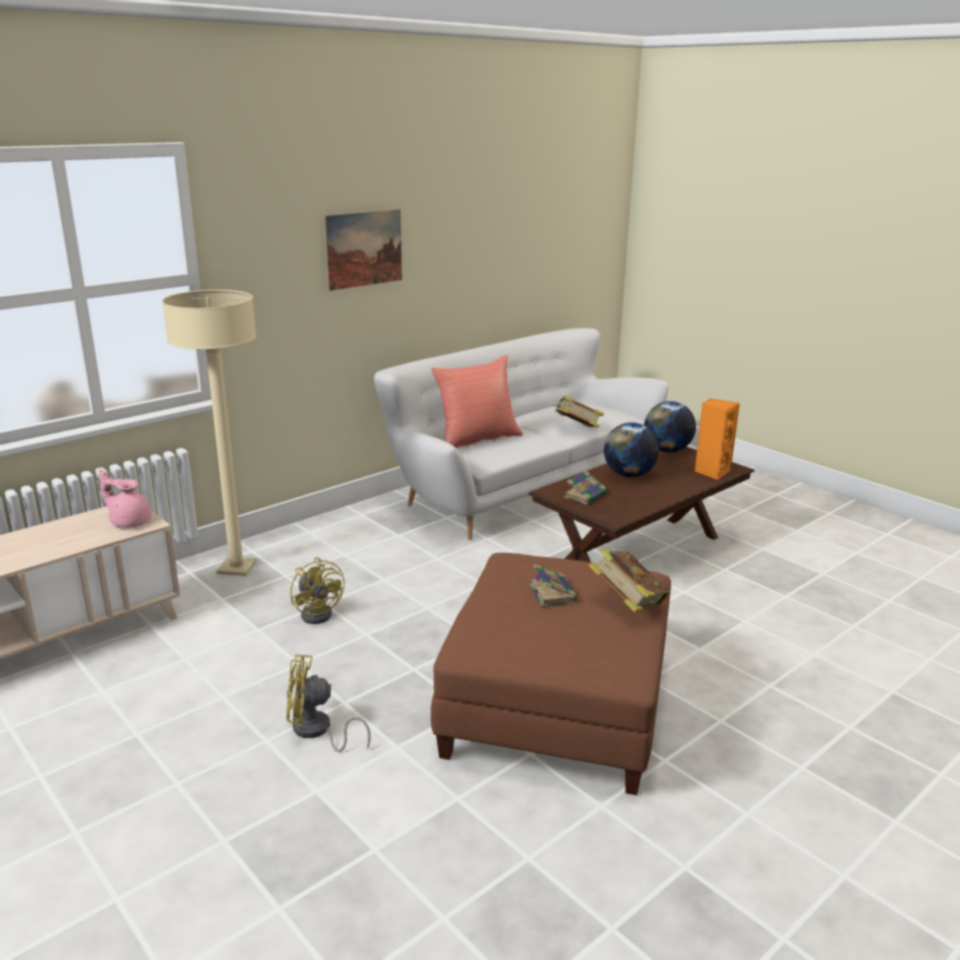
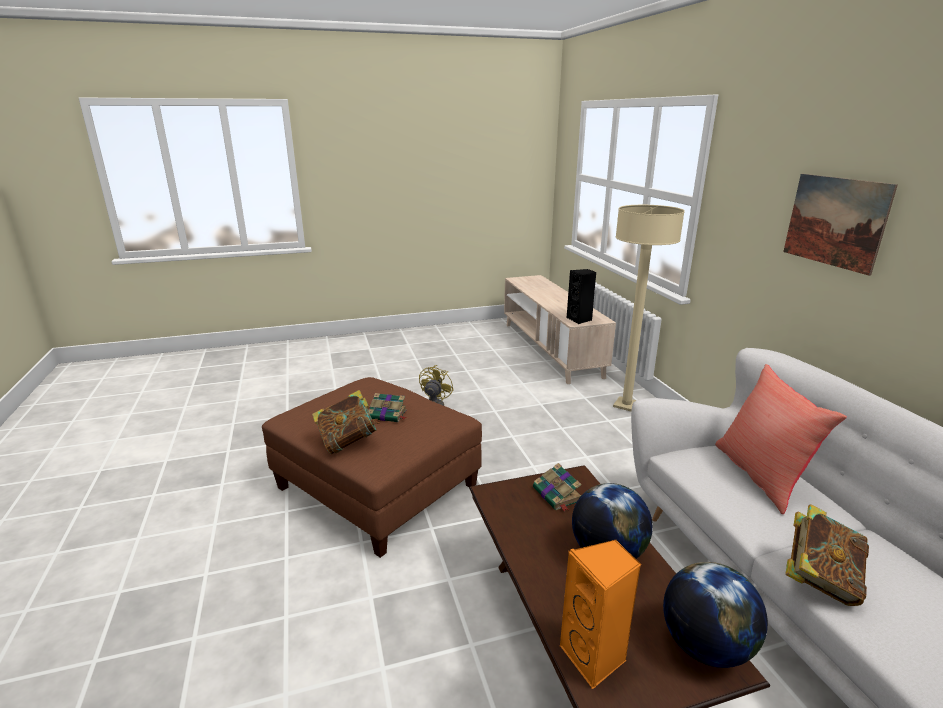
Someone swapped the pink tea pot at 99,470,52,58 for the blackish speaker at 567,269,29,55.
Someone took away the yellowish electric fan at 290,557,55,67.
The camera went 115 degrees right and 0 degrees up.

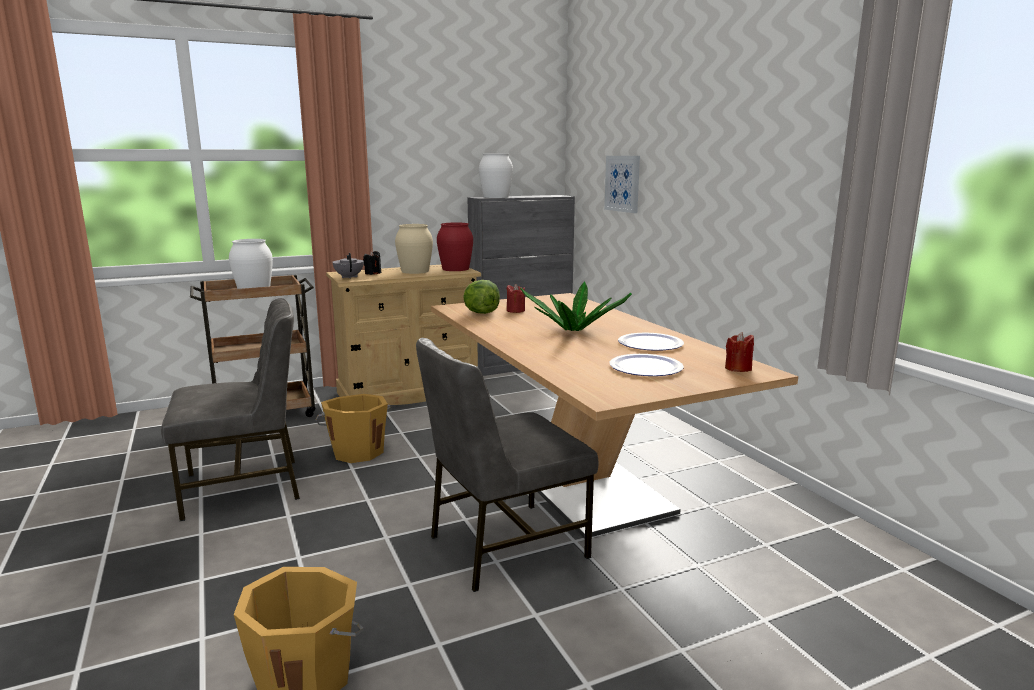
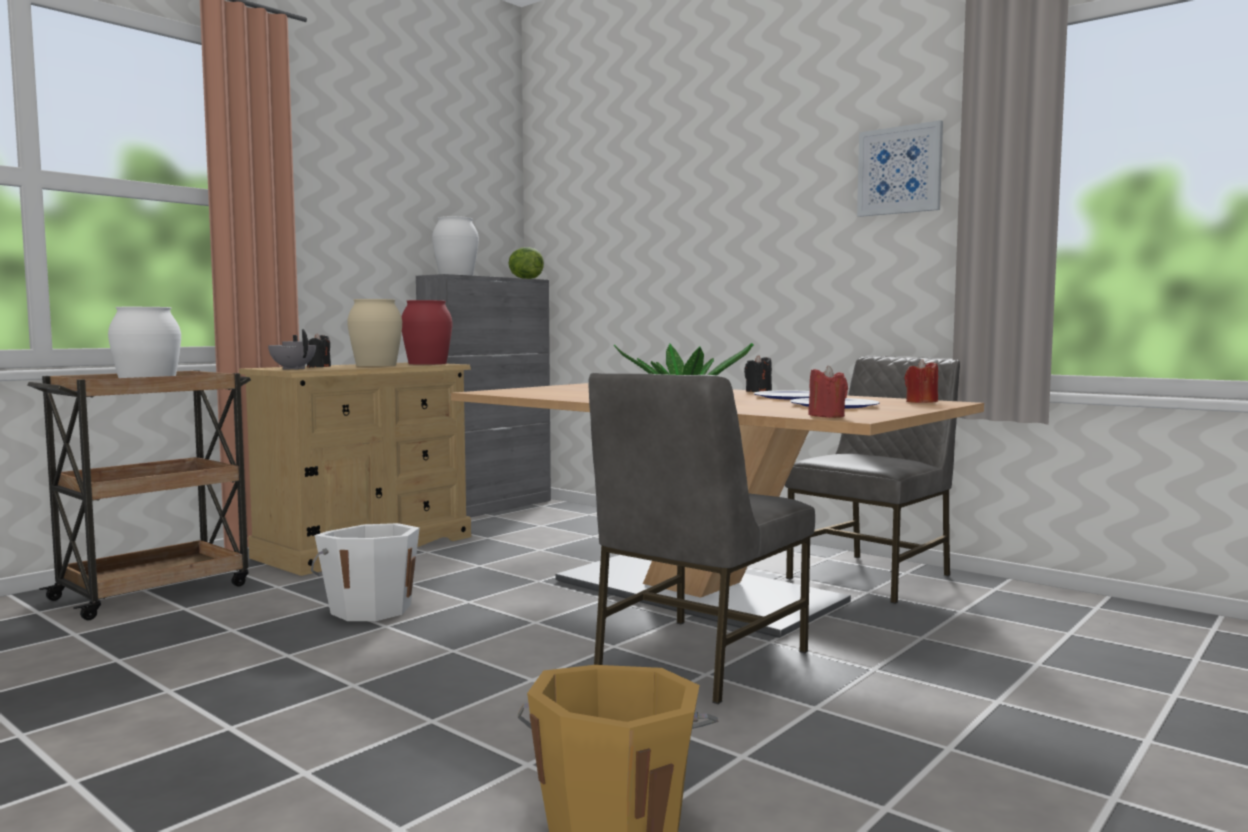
Someone repainted the orangey water bucket at 315,394,77,69, which became the whitish water bucket at 311,523,109,98.
Someone carried the head of lettuce from 463,280,37,34 to 508,247,36,32.
Someone put down the blackish candle at 744,355,28,37.
Someone carried the greyish chair from 161,298,139,223 to 785,356,175,248.
Someone carried the red-coloured candle from 506,284,19,29 to 808,365,40,53.
Someone carried the wall art from 604,156,36,57 to 857,120,86,97.
The camera went 25 degrees left and 10 degrees down.

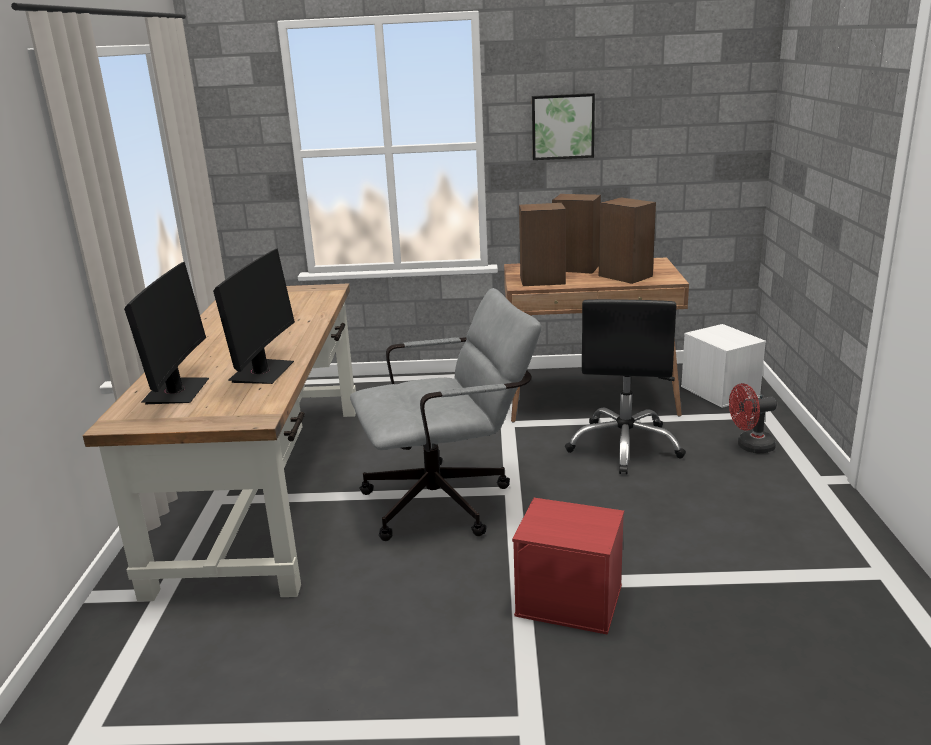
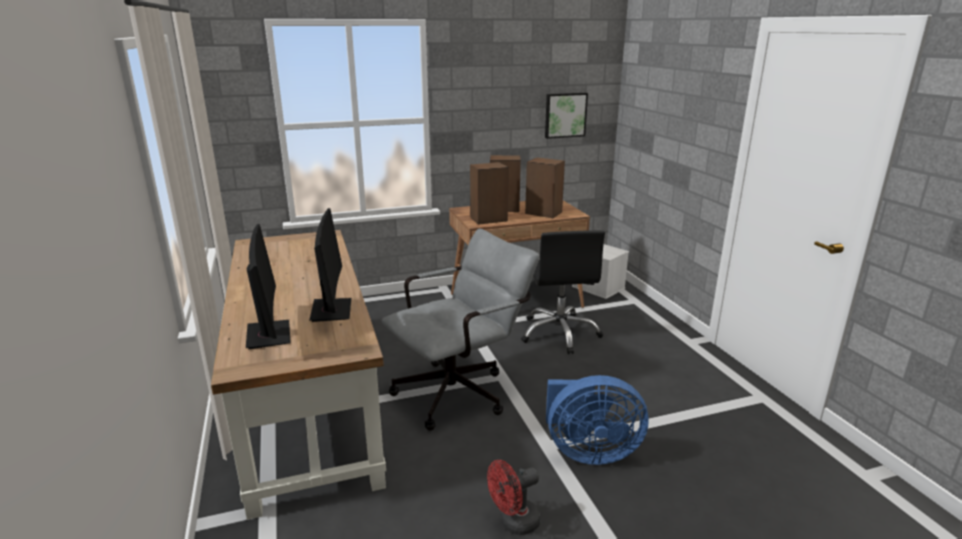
Someone carried the red-coloured electric fan from 729,383,48,70 to 487,460,54,75.
Someone carried the wall art from 532,93,63,67 to 545,93,43,46.
Someone swapped the red-coloured storage box at 512,498,112,137 for the blue electric fan at 546,375,103,90.
The camera went 20 degrees left and 0 degrees up.

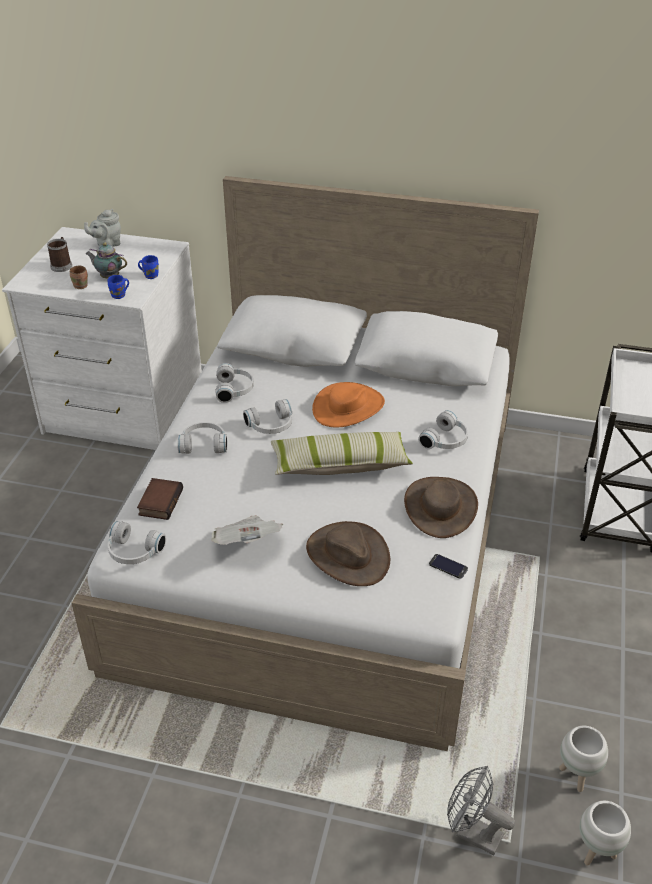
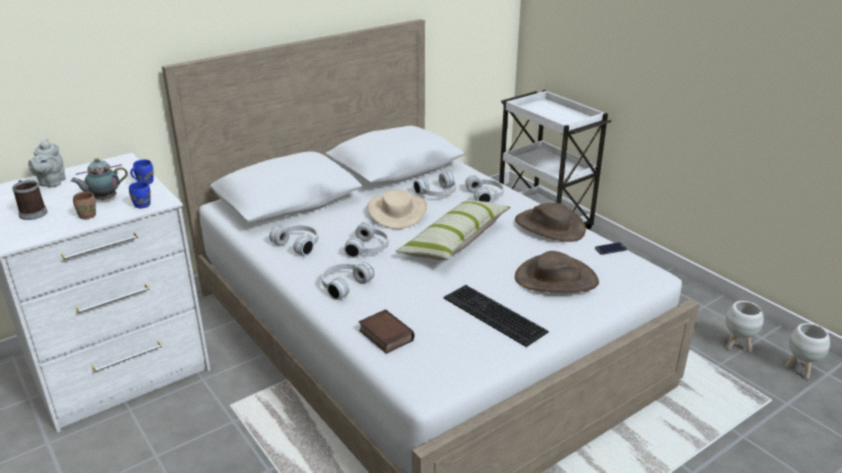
Someone repainted the orangey wearable hat at 312,382,73,46, which became the sand-coloured wearable hat at 367,190,60,39.
Someone carried the whitish pair of headphones from 108,521,58,43 to 413,172,43,24.
Someone swapped the daily paper at 211,515,73,30 for the keyboard at 443,285,106,62.
Someone took away the greyish electric fan at 447,766,68,89.
The camera went 50 degrees left and 10 degrees down.

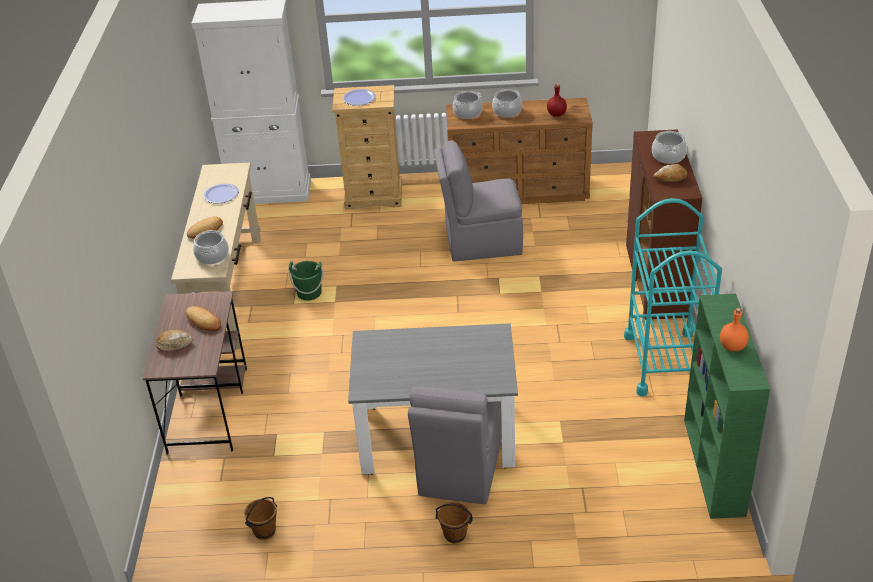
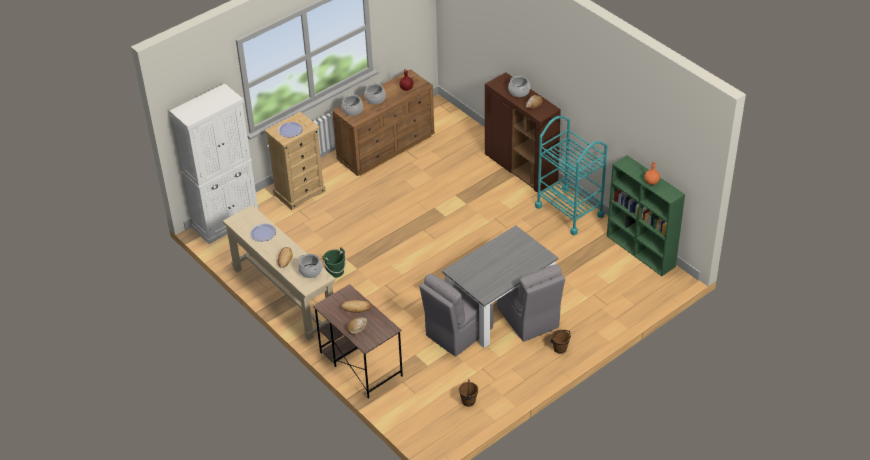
Someone carried the greyish chair from 434,140,89,122 to 419,274,75,83.
The camera went 40 degrees left and 5 degrees up.

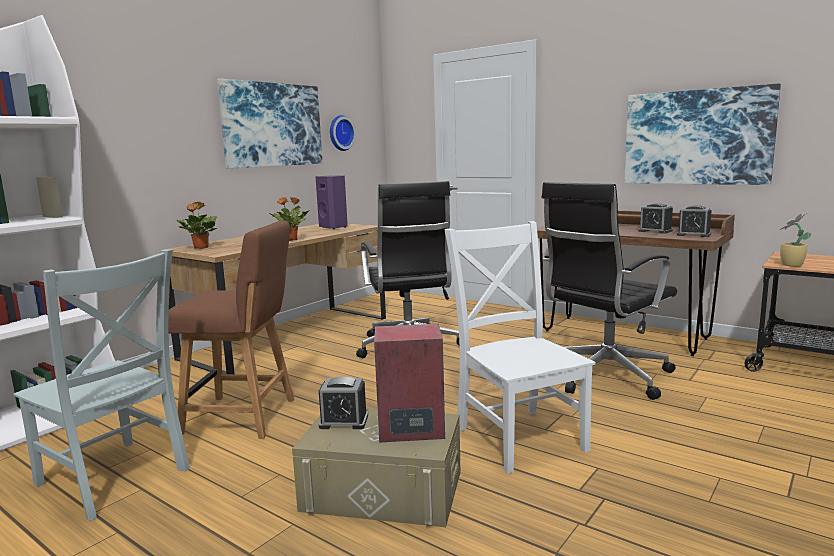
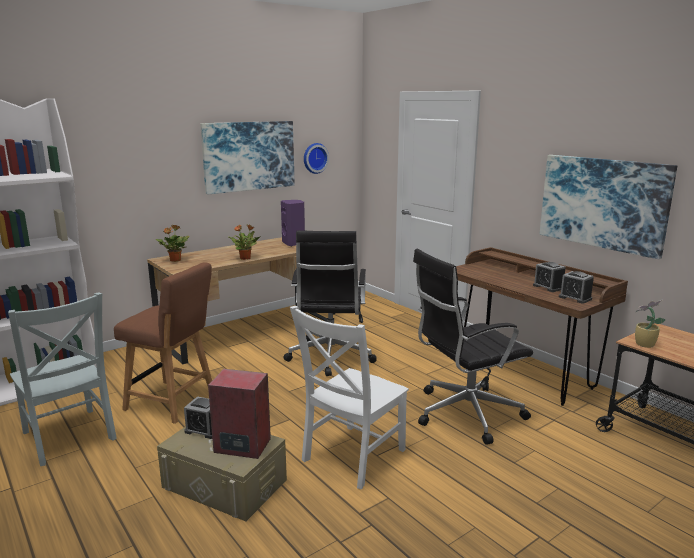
Someone rotated the whitish chair at 445,221,151,253 by 135 degrees counterclockwise.
The camera went 15 degrees right and 5 degrees up.

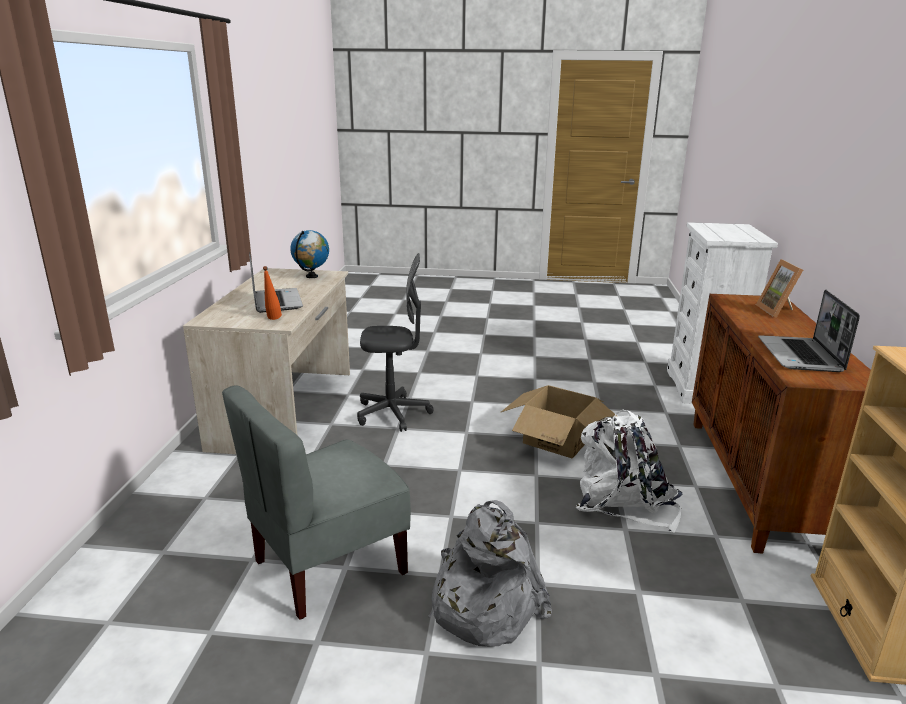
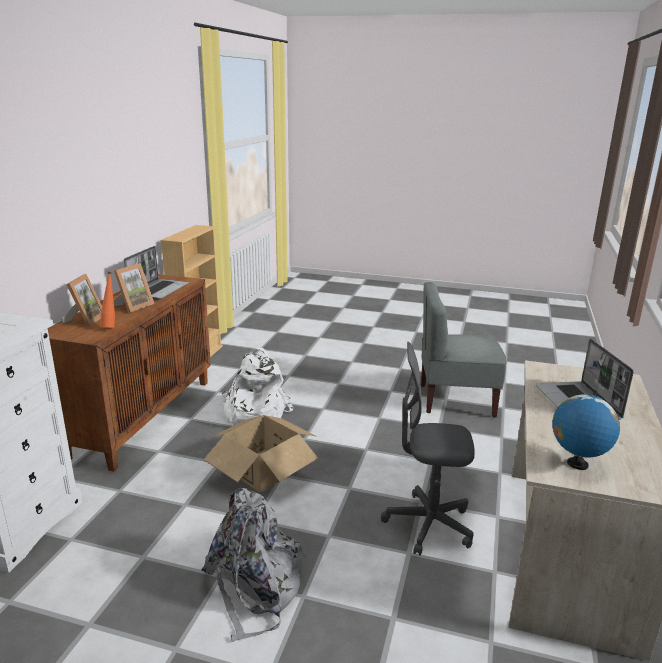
Someone carried the orangey drink bottle from 263,266,19,54 to 100,272,15,56.
Someone put down the photo frame at 114,263,40,50.
Someone carried the greyish rucksack from 428,500,124,147 to 201,488,107,154.
Someone rotated the greyish chair at 222,385,189,235 by 150 degrees counterclockwise.
The camera went 170 degrees left and 0 degrees up.

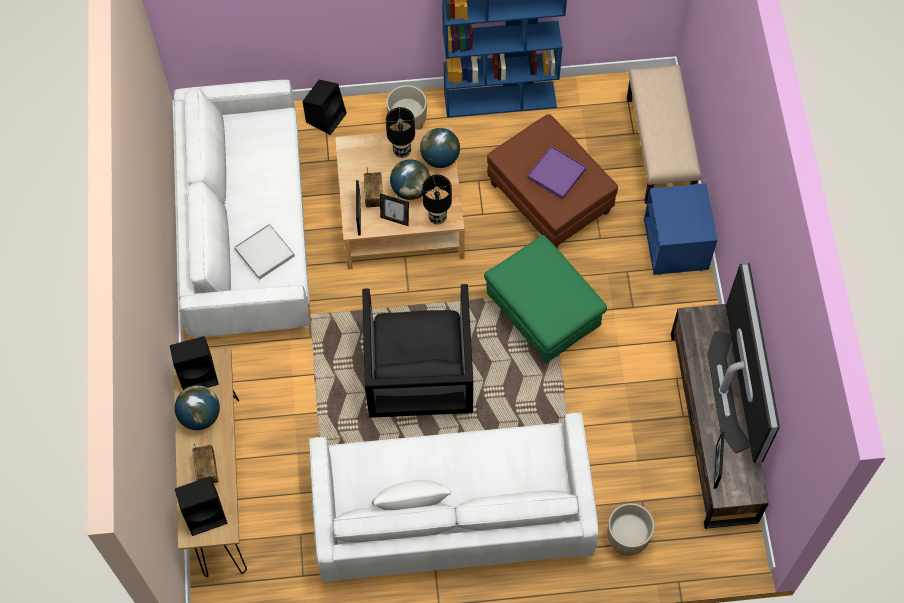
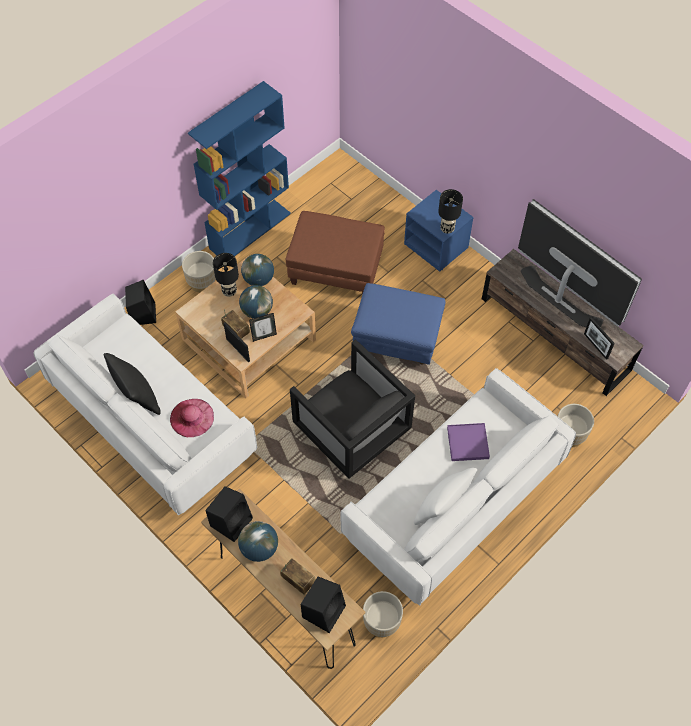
Someone put down the blackish throw pillow at 103,353,58,62.
Someone swapped the whitish serving tray at 234,223,61,57 for the pink wearable hat at 170,399,44,38.
Someone repainted the green footrest at 484,235,123,128, which became the blue footrest at 351,283,95,82.
Someone put down the sand-coloured flower pot at 363,591,40,46.
Someone carried the blackish tabletop lamp from 422,175,30,50 to 438,189,25,45.
Someone carried the purplish serving tray from 528,146,58,54 to 447,423,43,38.
Someone took away the sand-coloured long seat at 627,65,74,139.
The camera went 40 degrees left and 5 degrees down.

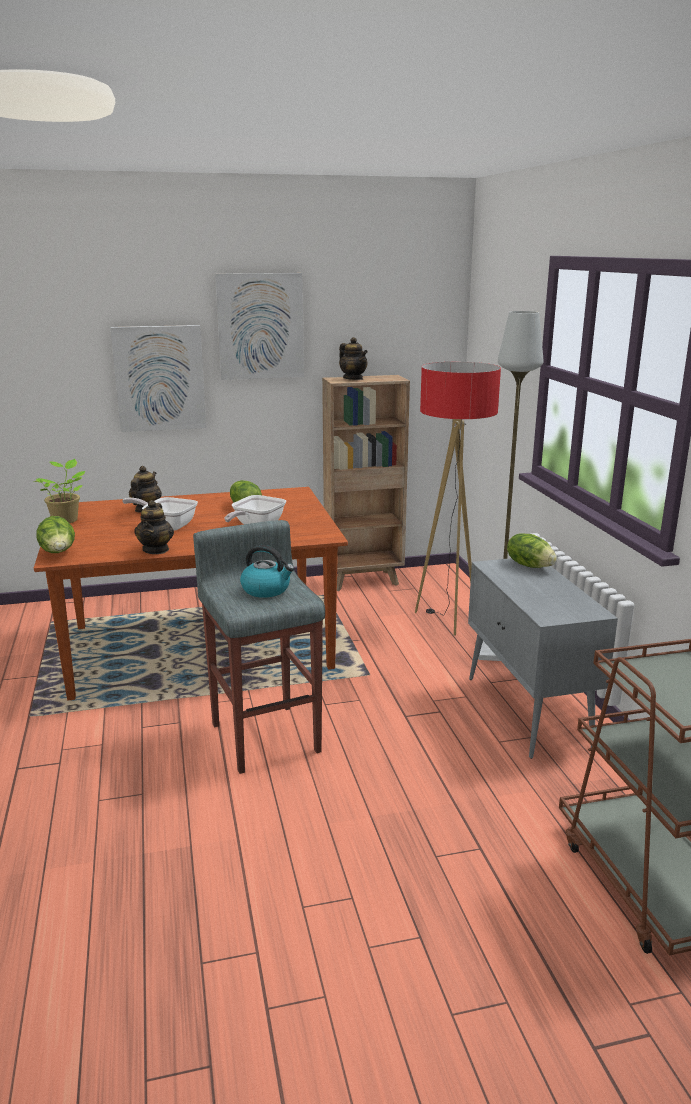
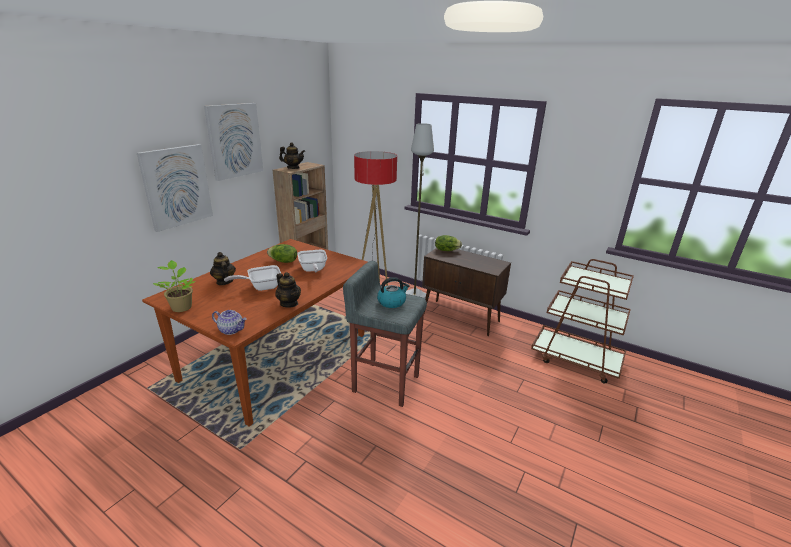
Someone swapped the head of lettuce at 37,516,38,37 for the tea pot at 212,310,35,25.
Someone repainted the greyish storage cabinet at 468,558,150,201, which became the brownish storage cabinet at 422,248,89,88.
The camera went 45 degrees left and 5 degrees up.

